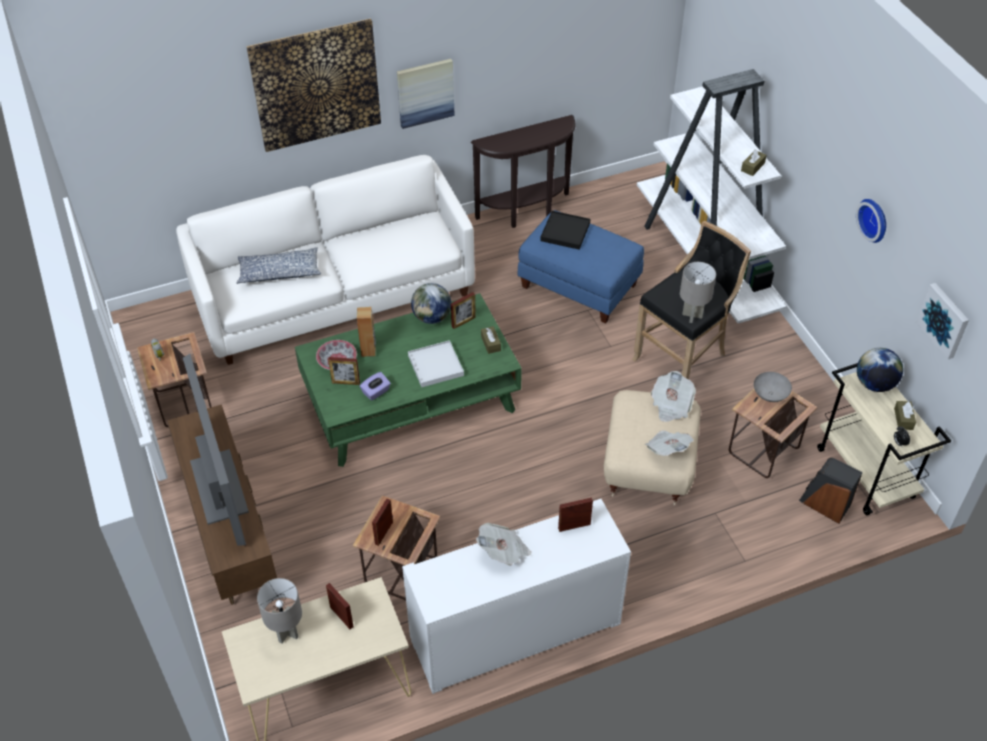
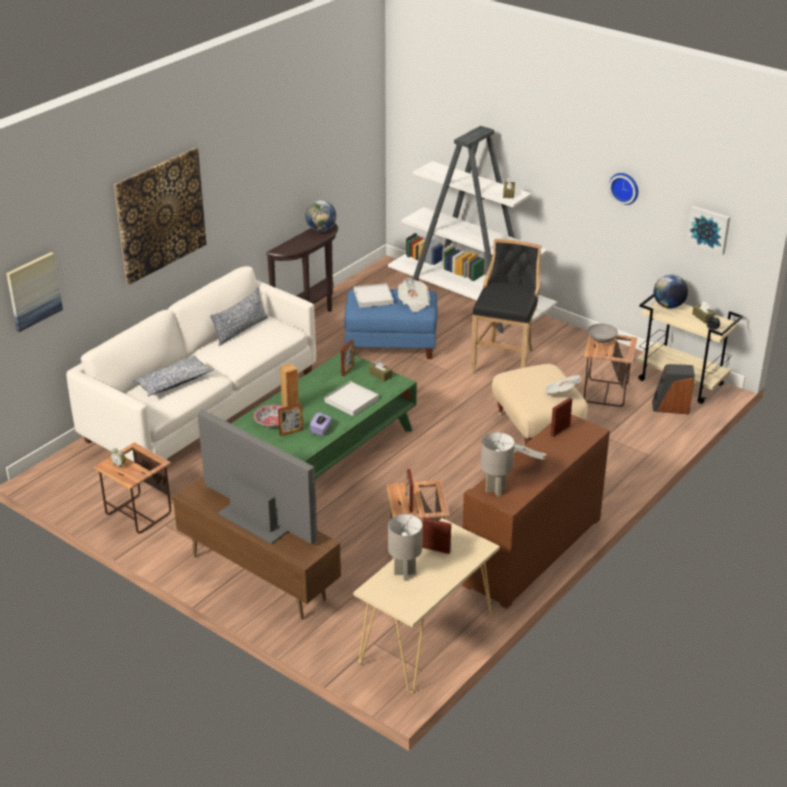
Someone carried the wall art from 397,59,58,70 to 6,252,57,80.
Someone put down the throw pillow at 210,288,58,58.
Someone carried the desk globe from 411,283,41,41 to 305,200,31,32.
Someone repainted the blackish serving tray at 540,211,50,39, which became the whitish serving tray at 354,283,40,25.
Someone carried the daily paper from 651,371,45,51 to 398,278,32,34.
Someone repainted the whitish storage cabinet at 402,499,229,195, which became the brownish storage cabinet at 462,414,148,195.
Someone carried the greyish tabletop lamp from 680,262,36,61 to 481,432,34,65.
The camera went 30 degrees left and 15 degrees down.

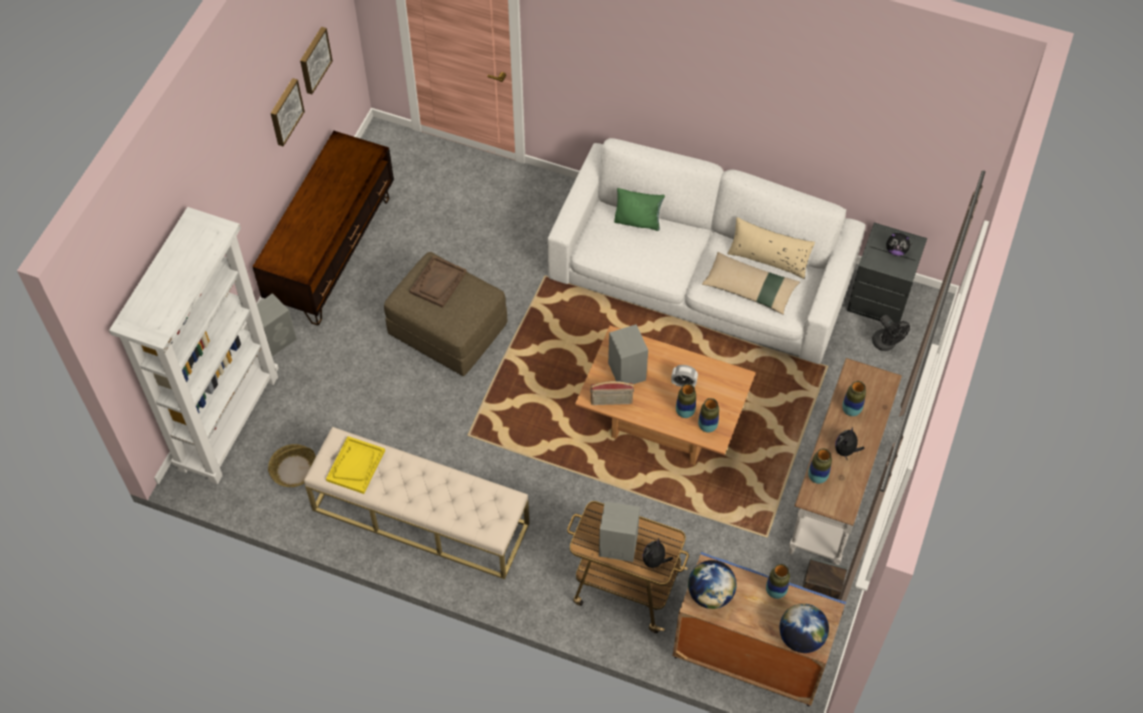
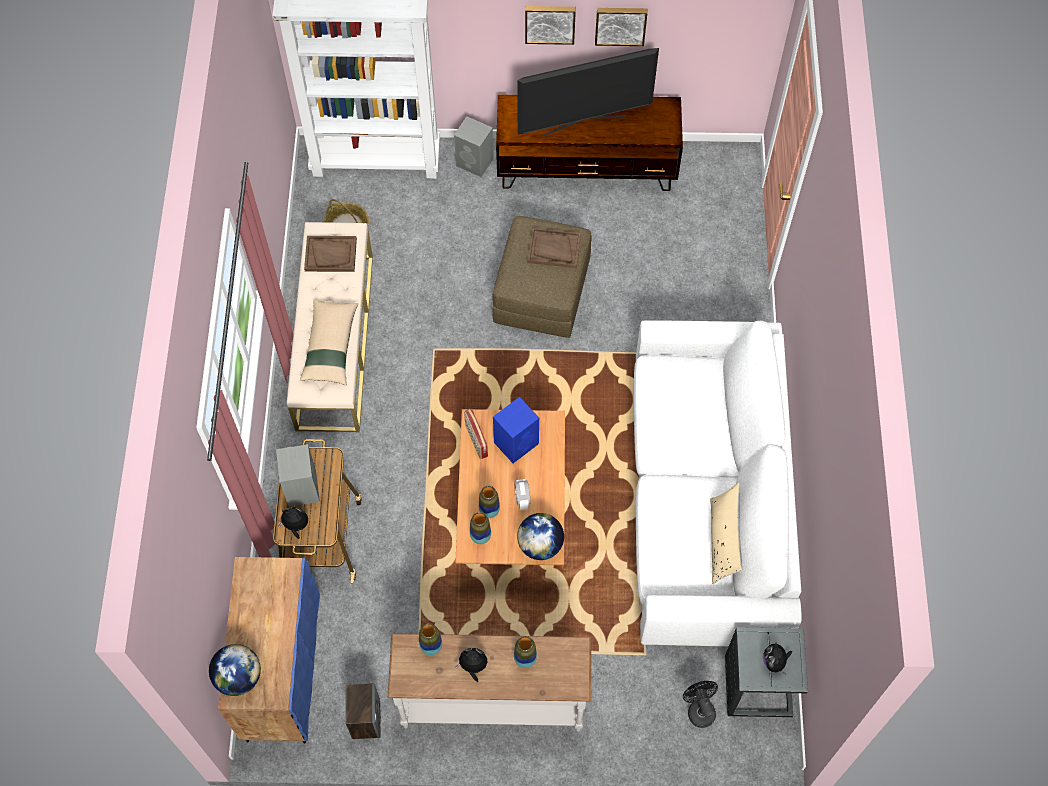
Someone carried the sand-coloured throw pillow from 702,252,98,63 to 300,300,58,85.
Someone repainted the yellowish serving tray at 326,436,59,58, which became the brownish serving tray at 304,236,53,36.
Someone repainted the greyish speaker at 608,324,40,60, which became the blue speaker at 493,397,46,66.
Someone put down the TV at 517,48,142,87.
Someone carried the desk globe from 688,560,48,49 to 517,513,47,47.
Someone carried the wall art from 300,27,33,67 to 525,6,51,39.
Someone rotated the blackish electric fan at 872,315,38,36 by 120 degrees clockwise.
Someone took away the green throw pillow at 614,188,51,43.
Someone took away the decorative vase at 766,564,24,35.
The camera went 70 degrees right and 5 degrees up.

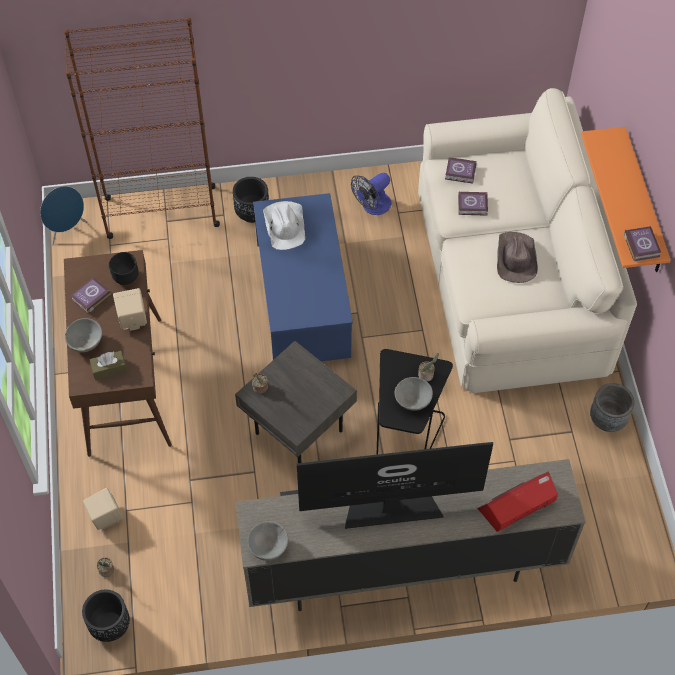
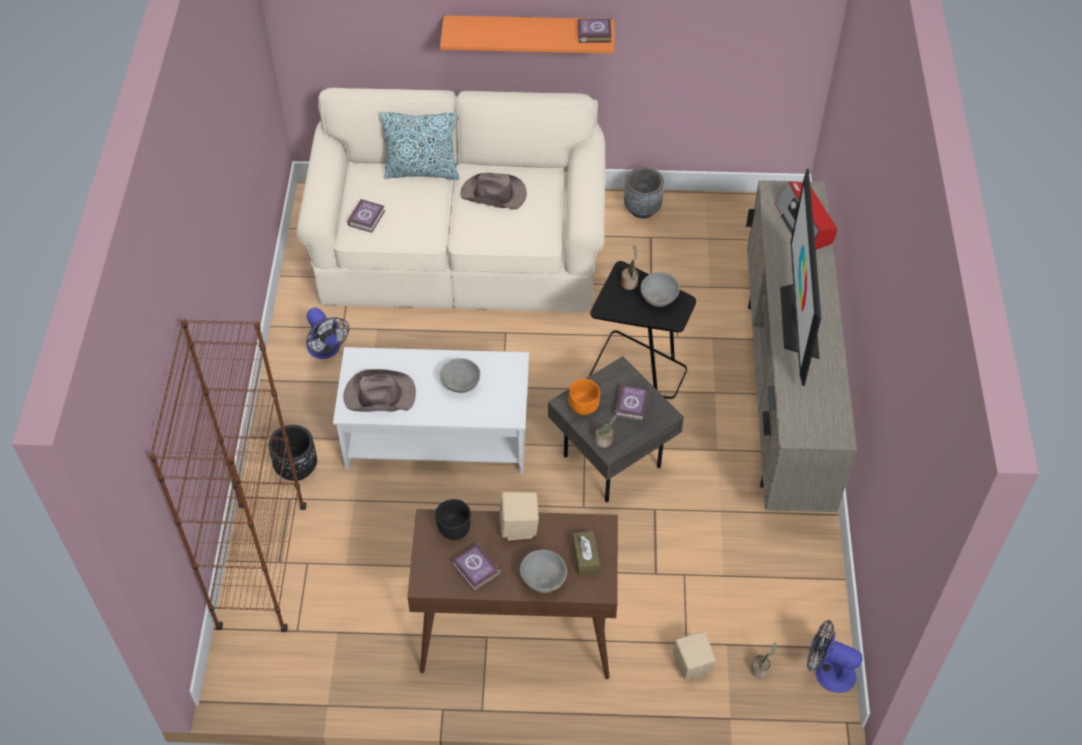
Someone repainted the blue coffee table at 253,193,100,168, which became the whitish coffee table at 333,347,196,127.
Someone repainted the whitish wearable hat at 263,201,42,49, which became the brownish wearable hat at 343,369,73,43.
Someone put down the throw pillow at 380,112,79,68.
Someone carried the greyish bowl from 248,521,40,40 to 440,358,40,35.
Someone put down the orangey bowl at 568,379,32,36.
Someone carried the bound book from 458,192,30,24 to 614,384,35,37.
Someone swapped the blackish flower pot at 82,590,48,52 for the electric fan at 807,620,56,73.
Someone took away the blue speaker at 40,186,48,59.
The camera went 80 degrees left and 5 degrees down.

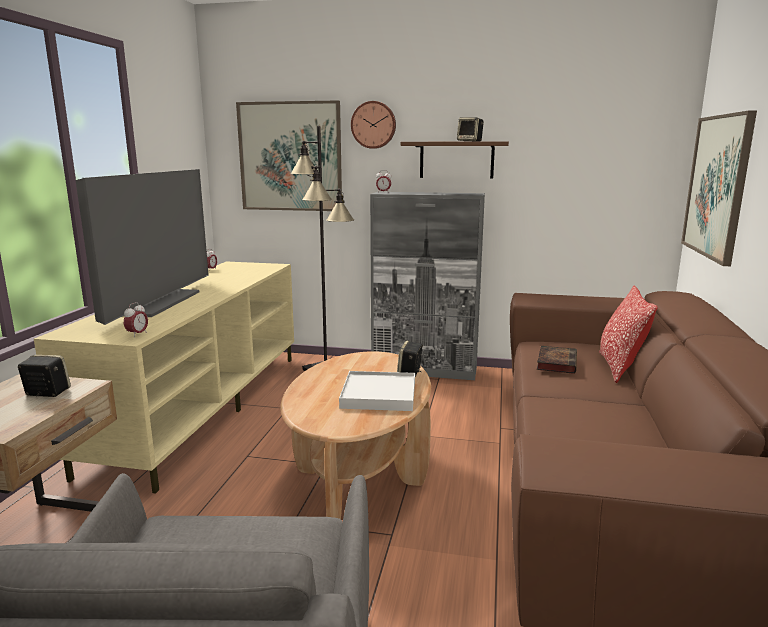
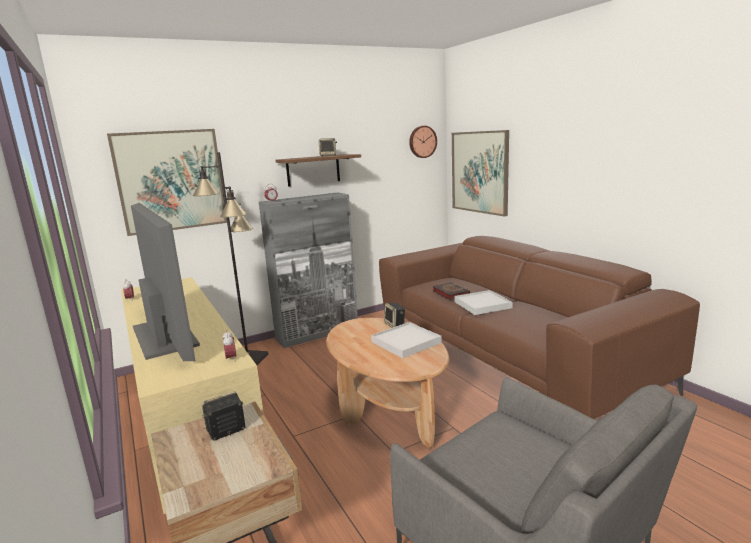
Someone carried the clock on the wall from 351,101,45,48 to 409,126,28,32.
Someone put down the whitish serving tray at 454,290,59,25.
Someone took away the throw pillow at 599,286,59,97.
The camera went 40 degrees left and 0 degrees up.

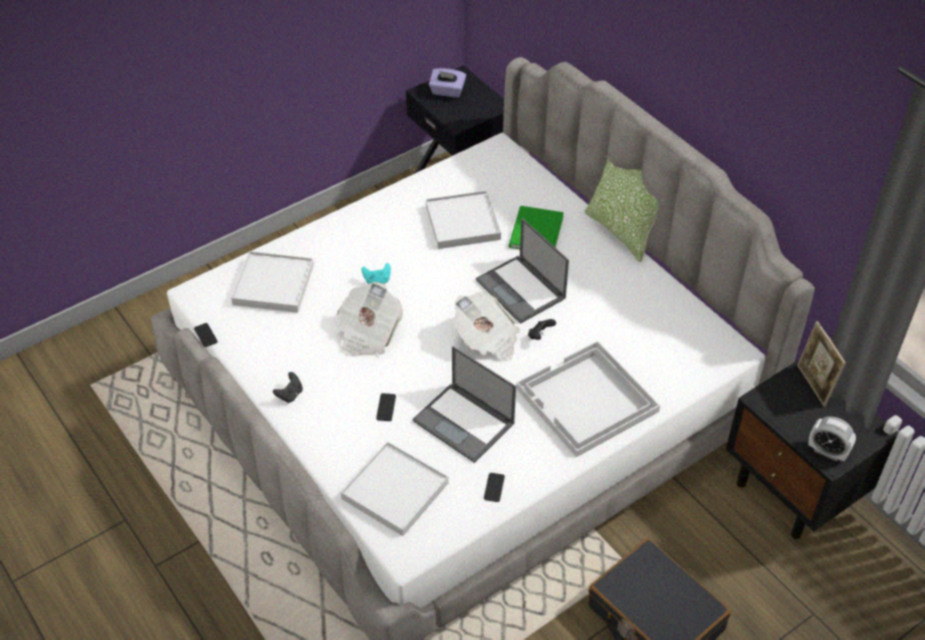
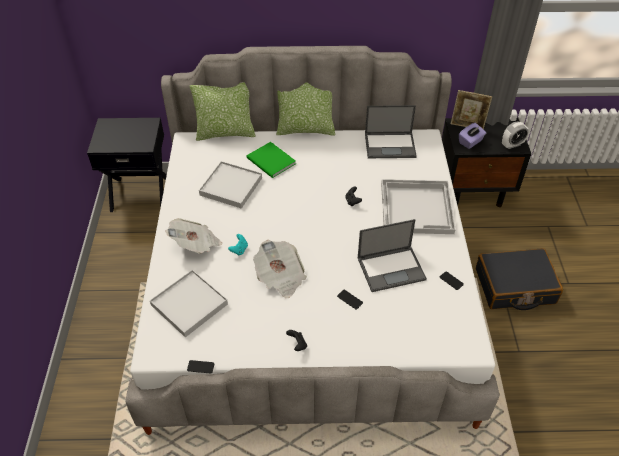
Someone carried the daily paper from 453,292,67,69 to 165,218,57,36.
Someone put down the throw pillow at 190,82,66,59.
Someone carried the laptop from 476,218,93,106 to 365,105,52,53.
Someone carried the purplish tissue box from 429,68,37,30 to 459,123,27,26.
Someone took away the whitish serving tray at 341,441,107,95.
The camera went 55 degrees left and 0 degrees up.

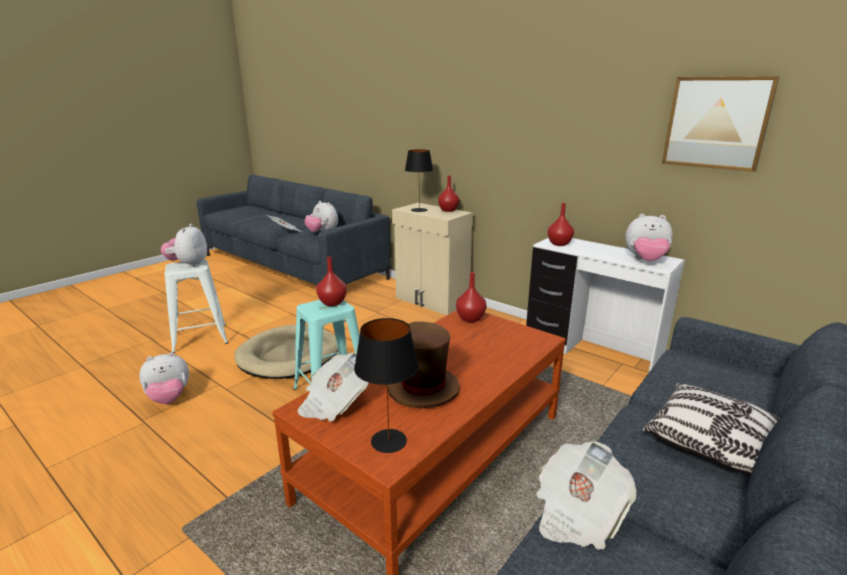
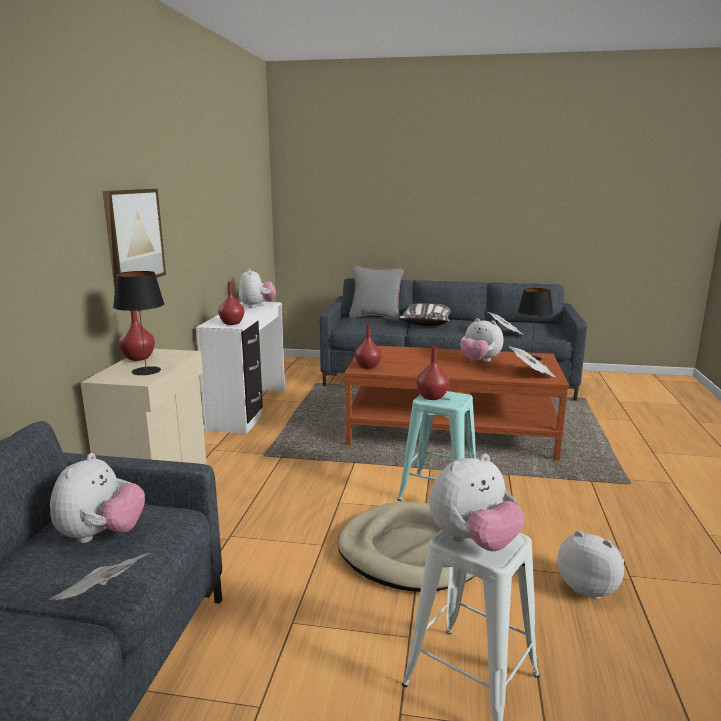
Someone carried the wall art from 662,76,118,96 to 103,189,63,101.
Someone put down the greyish throw pillow at 349,266,55,55.
Someone swapped the brownish wearable hat at 388,322,72,87 for the cuddly toy at 460,318,43,44.
The camera went 120 degrees left and 5 degrees down.

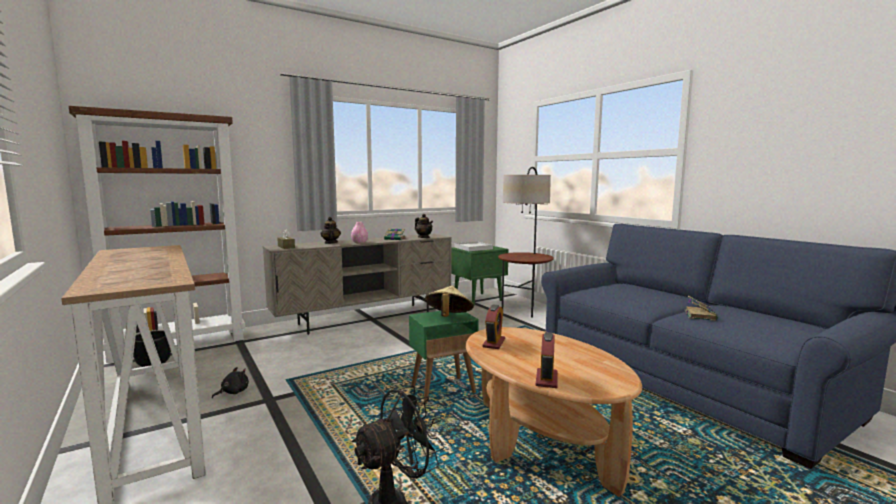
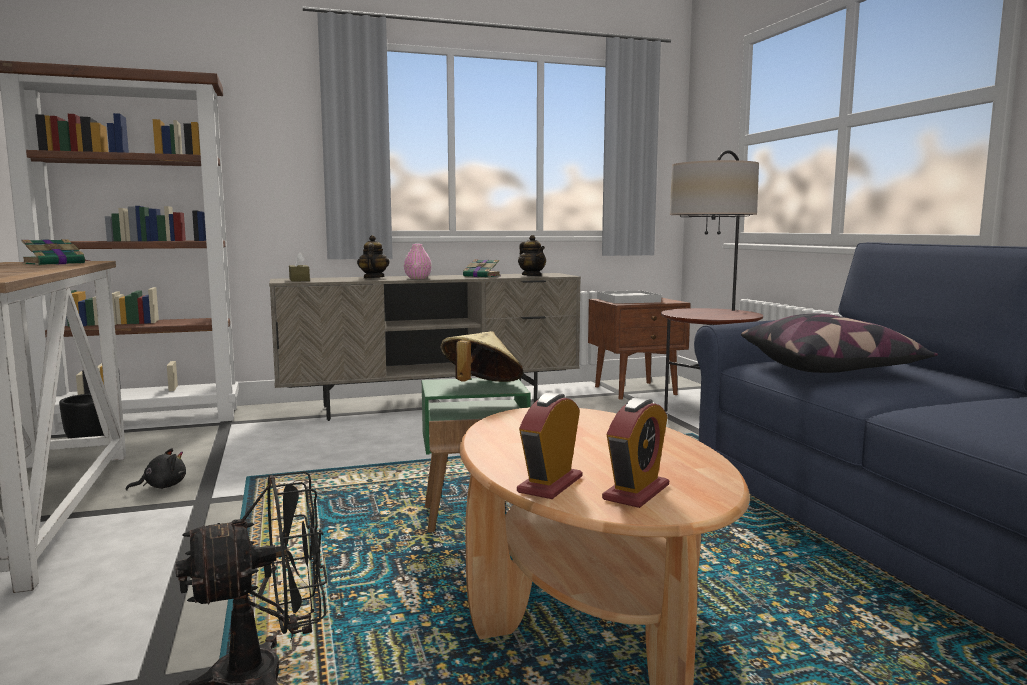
Someone carried the bound book from 684,296,34,25 to 22,239,69,26.
Someone repainted the green bedside table at 451,246,58,60, which became the brownish bedside table at 588,297,103,103.
Someone carried the table clock from 482,305,23,44 to 602,397,67,111.
Someone put down the throw pillow at 741,314,197,59.
The camera went 15 degrees right and 0 degrees up.

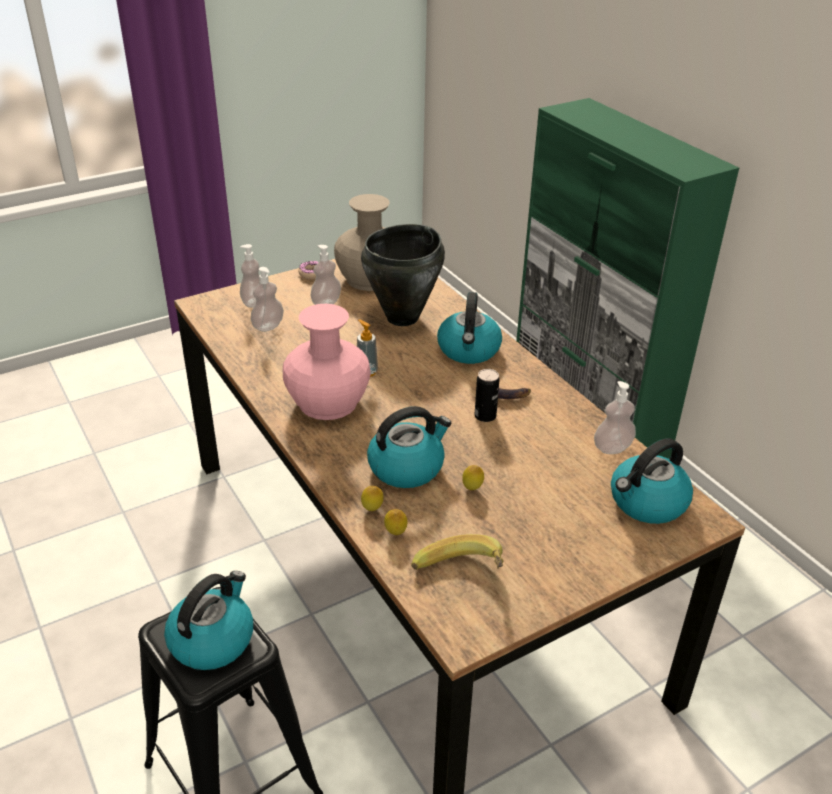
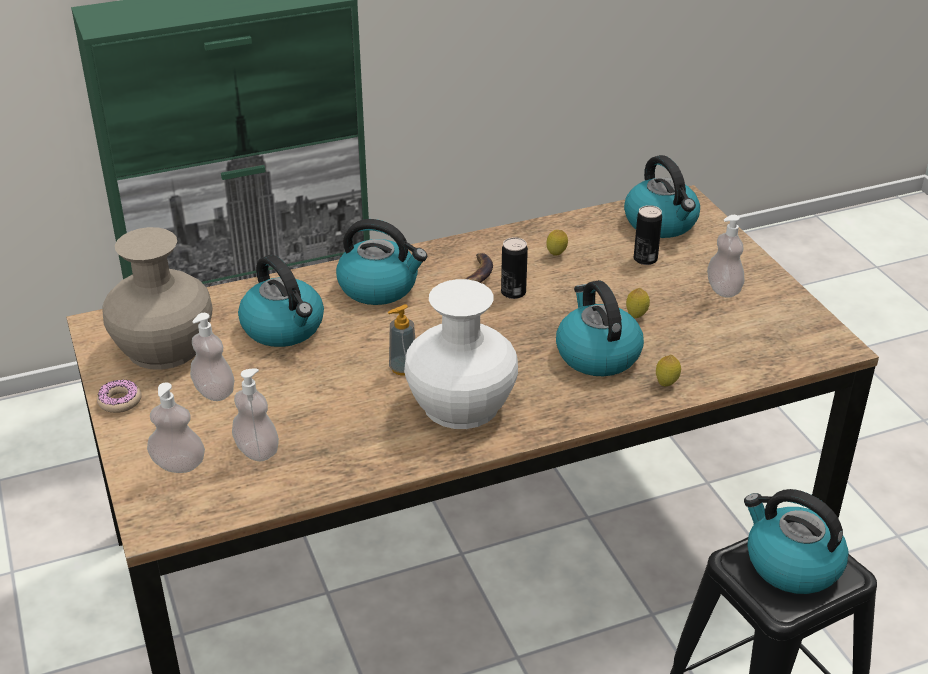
Someone swapped the blackish stockpot at 361,224,84,102 for the kettle at 238,255,86,92.
Someone repainted the pink decorative vase at 283,304,88,116, which became the whitish decorative vase at 404,279,114,150.
Someone carried the whole lemon from 384,509,24,26 to 546,230,22,26.
Someone put down the metal can at 634,205,28,60.
Someone carried the soap dispenser from 594,381,42,73 to 707,215,37,83.
Someone took away the whole banana at 411,534,92,36.
The camera went 80 degrees left and 0 degrees up.

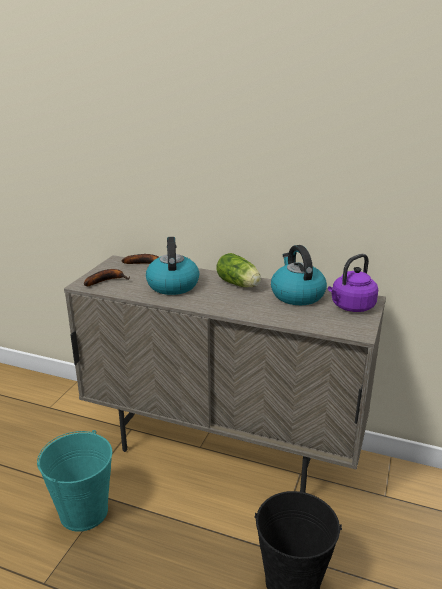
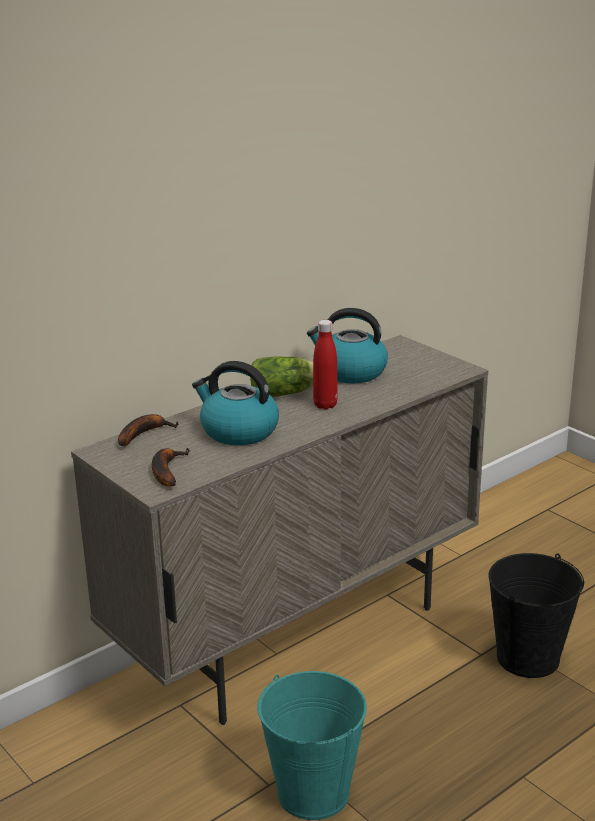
Someone put down the red-coloured drink bottle at 313,320,24,89.
Someone took away the purplish kettle at 328,254,50,58.
The camera went 60 degrees left and 0 degrees up.

